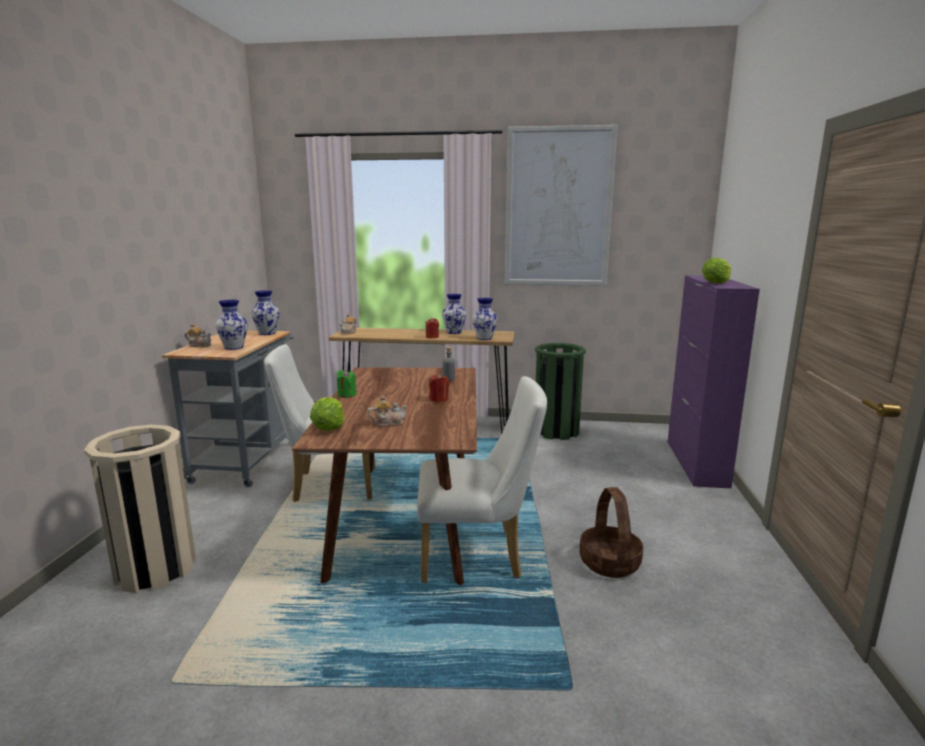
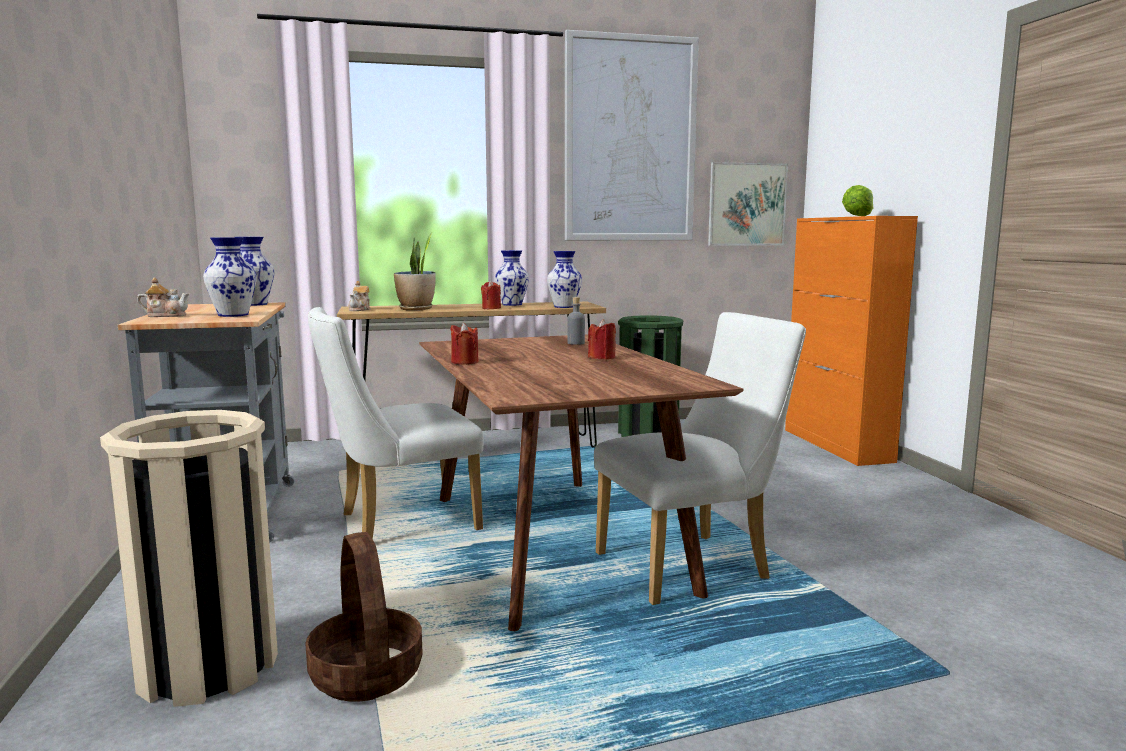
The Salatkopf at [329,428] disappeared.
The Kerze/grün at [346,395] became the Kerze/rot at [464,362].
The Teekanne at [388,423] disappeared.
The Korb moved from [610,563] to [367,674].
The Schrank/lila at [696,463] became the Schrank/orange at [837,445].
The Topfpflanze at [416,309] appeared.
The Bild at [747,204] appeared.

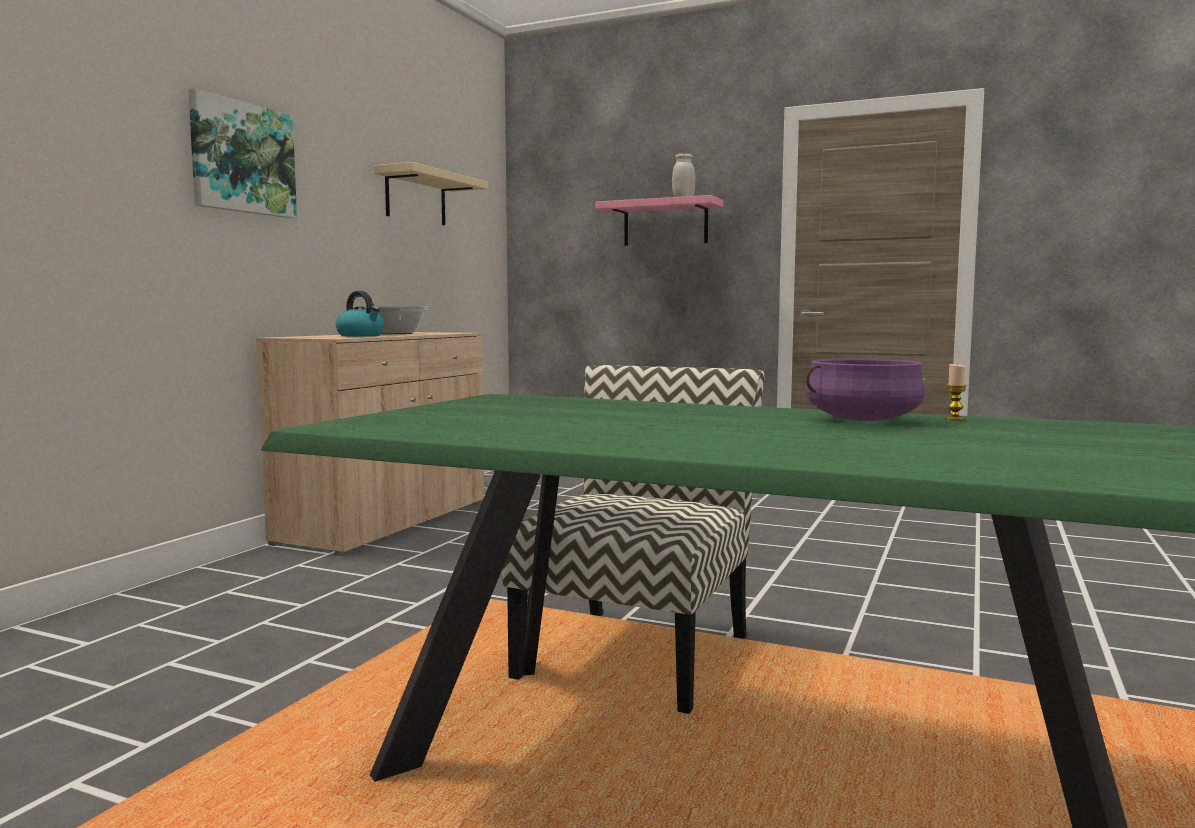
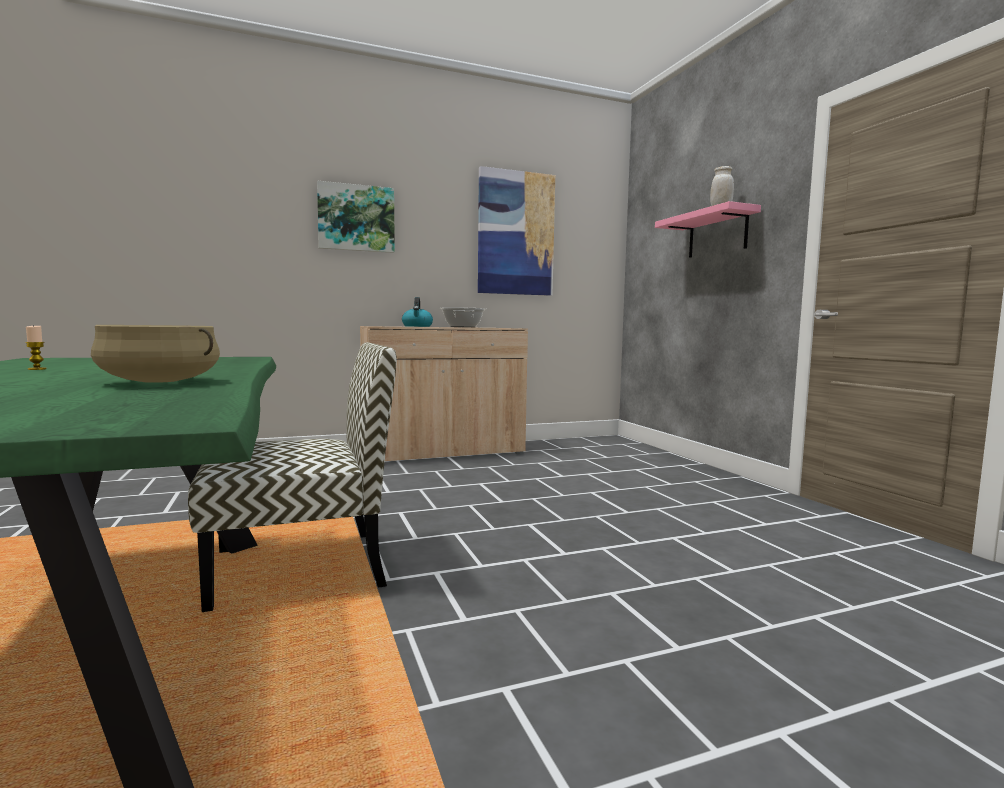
The Wandregal/beige at [416,198] was replaced by the Bild at [515,233].
The Kochtopf/lila at [862,420] became the Kochtopf/beige at [161,382].
The Kerze moved from [954,419] to [37,369].

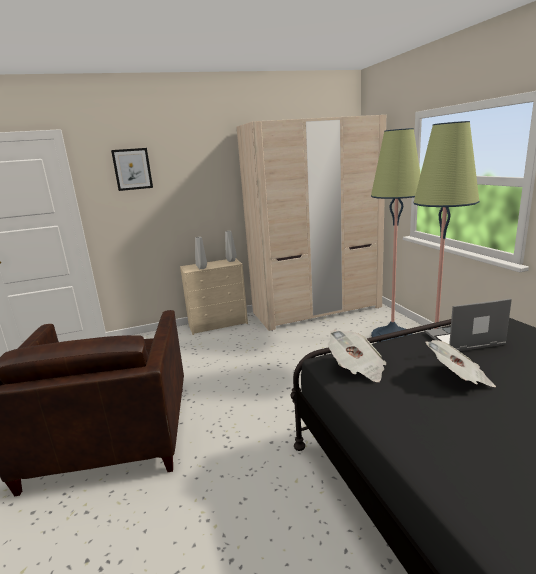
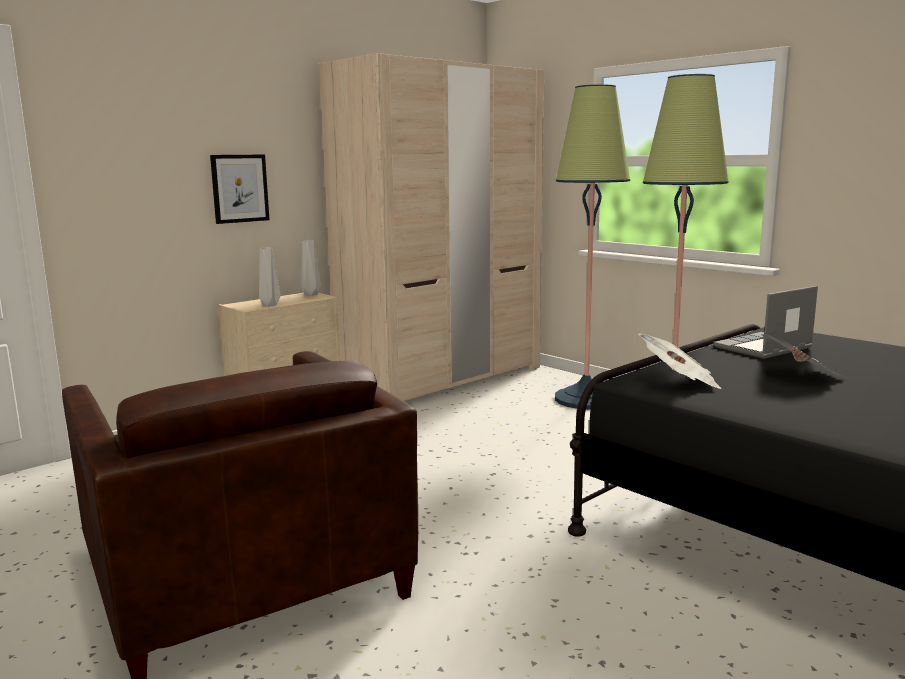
The Bild moved from [132,169] to [240,188].

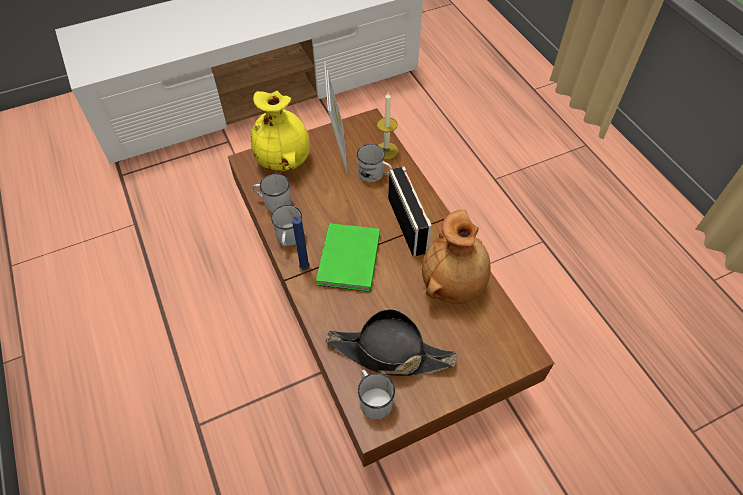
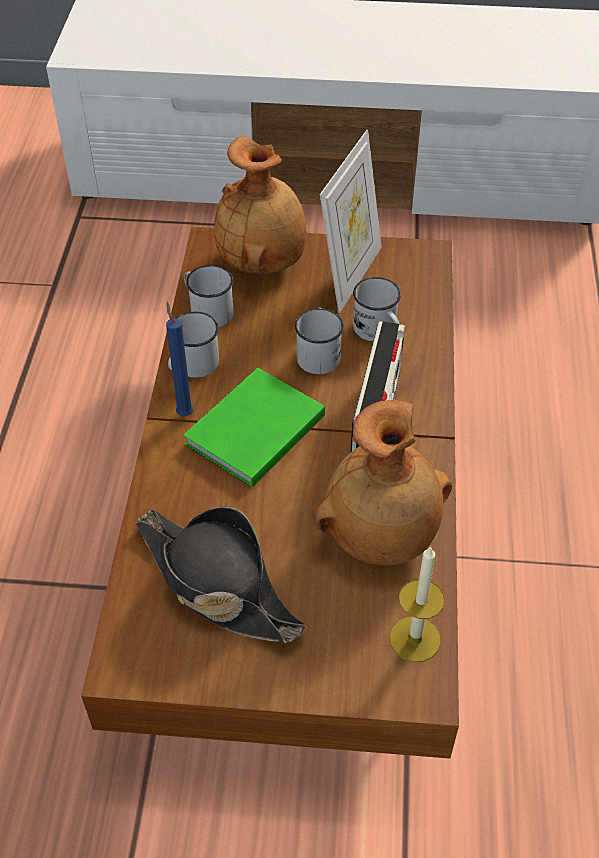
The Vase/gelb at [284,160] became the Vase/braun at [263,261].
The Henkelbecher/weiß moved from [373,398] to [318,353].
The Kerze moved from [386,150] to [414,639].

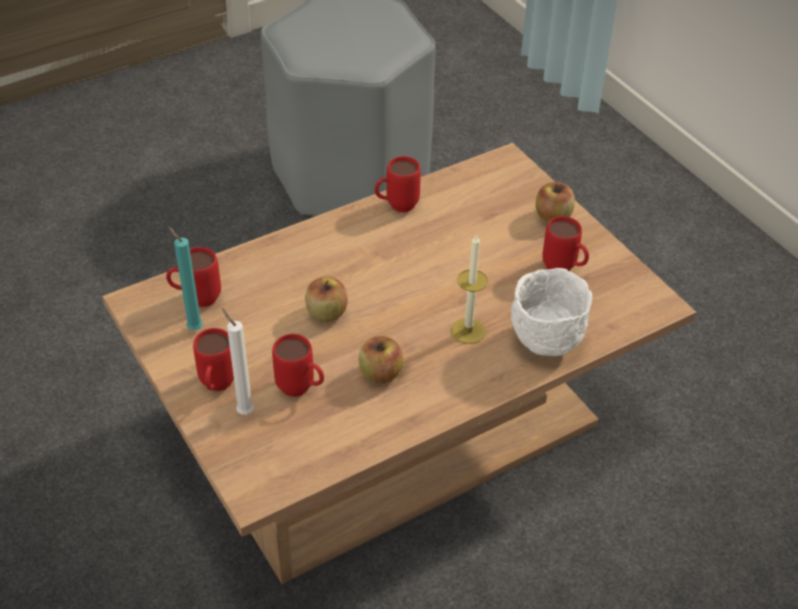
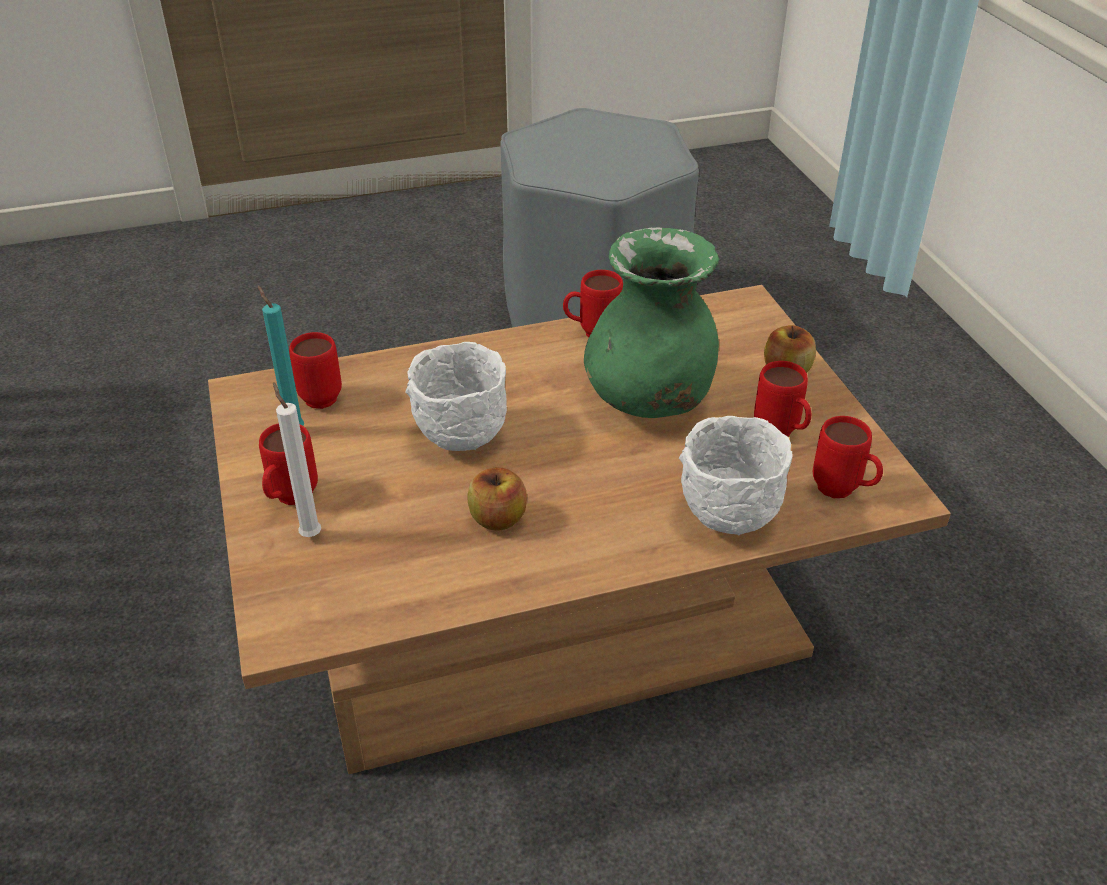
The Henkelbecher/rot moved from [301,390] to [843,492].
The Apfel at [326,313] was replaced by the Schüssel/weiß at [459,438].
The Kerze at [468,331] disappeared.
The Vase/grün at [650,400] appeared.

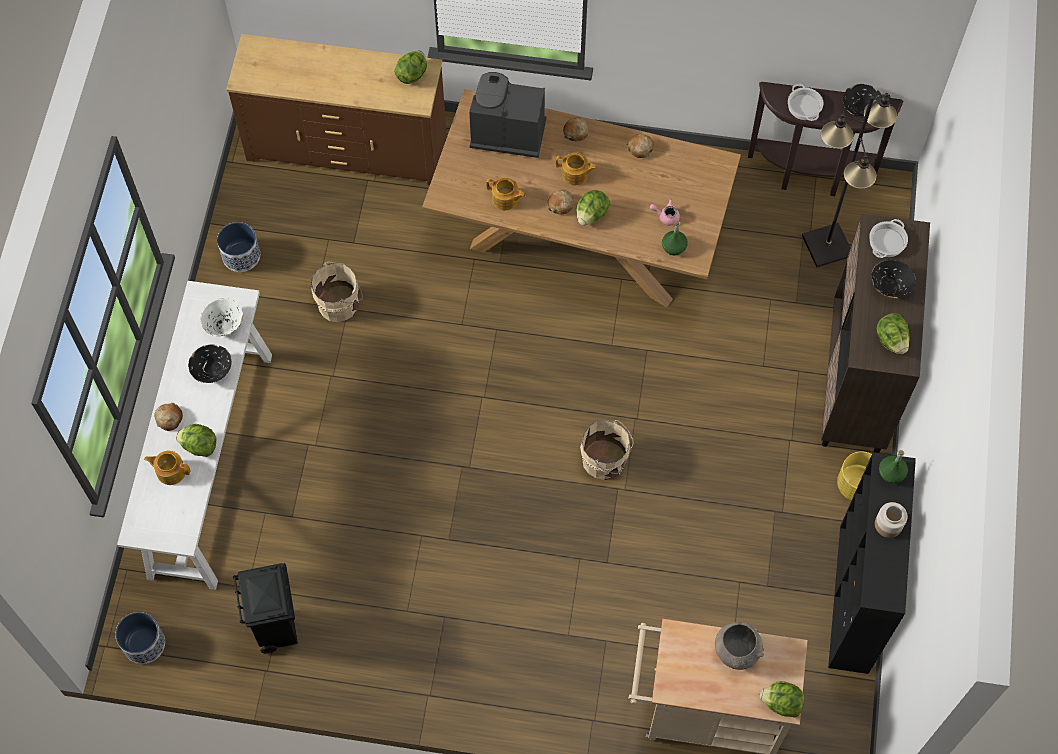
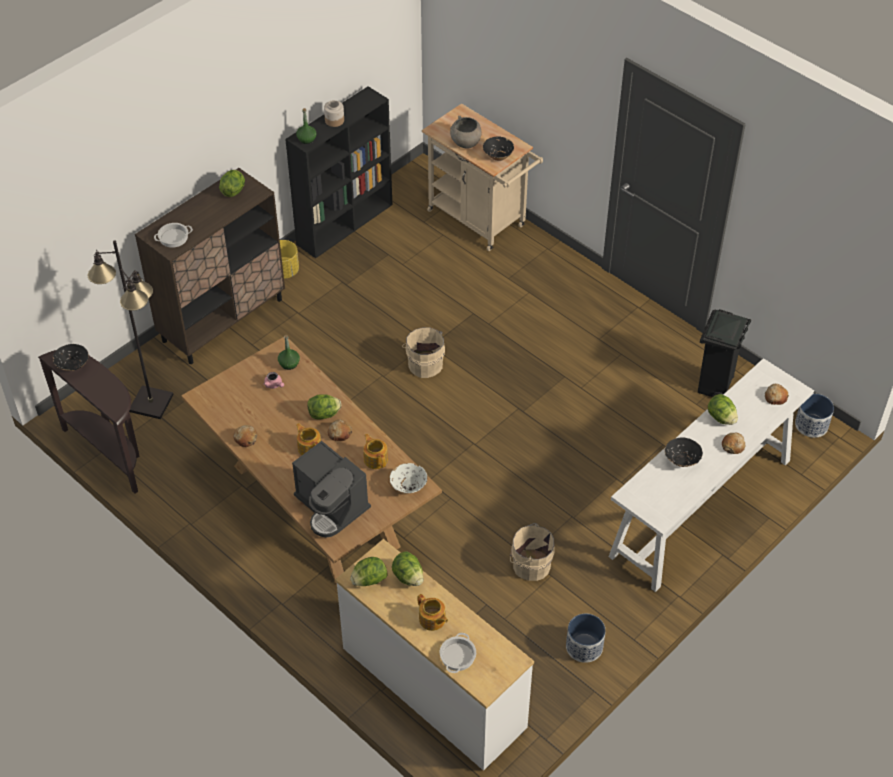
The Teekanne moved from [170,471] to [432,620].
The Schüssel/weiß moved from [224,324] to [409,486].
The Kommode/braun at [347,146] became the Kommode/weiß at [433,688].
The Brot moved from [576,132] to [775,397].
The Salatkopf moved from [781,703] to [408,577].
The Kochtopf moved from [804,106] to [457,656].
The Schüssel/schwarz moved from [890,286] to [498,156].

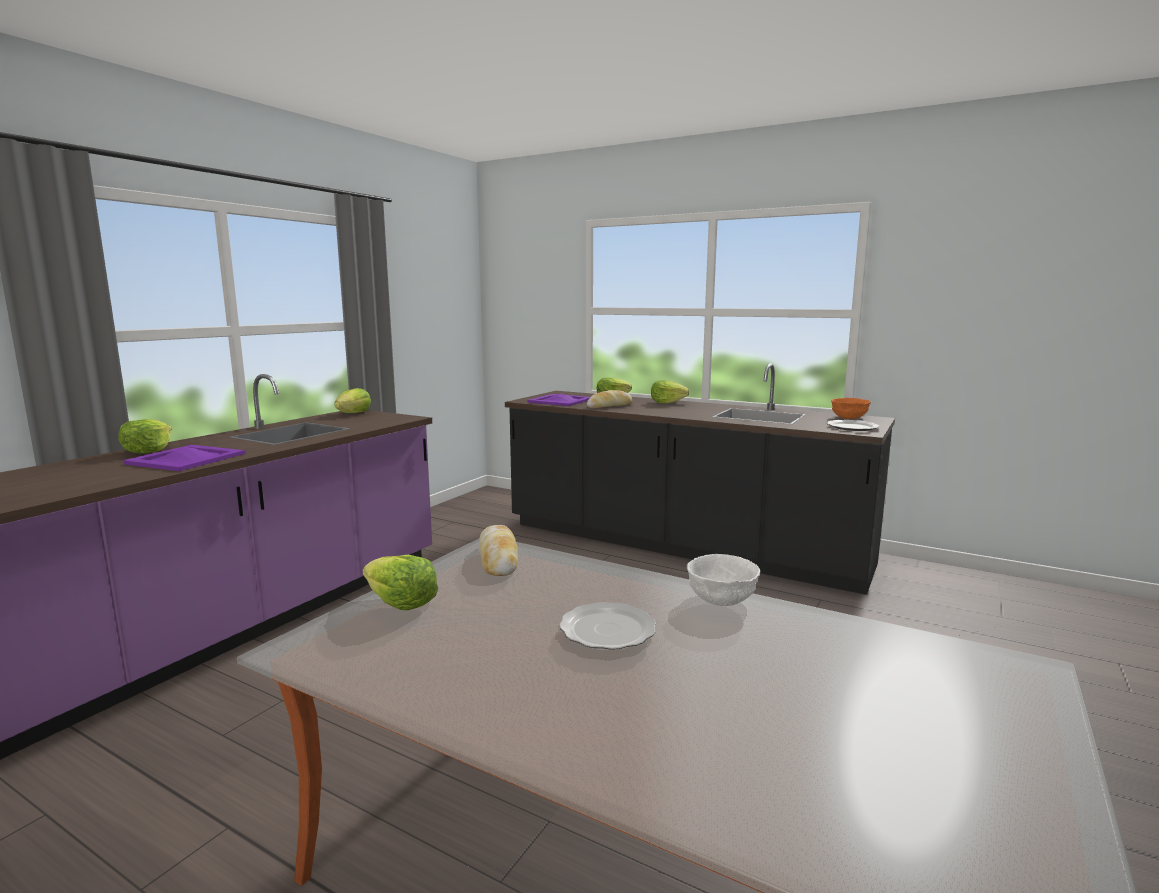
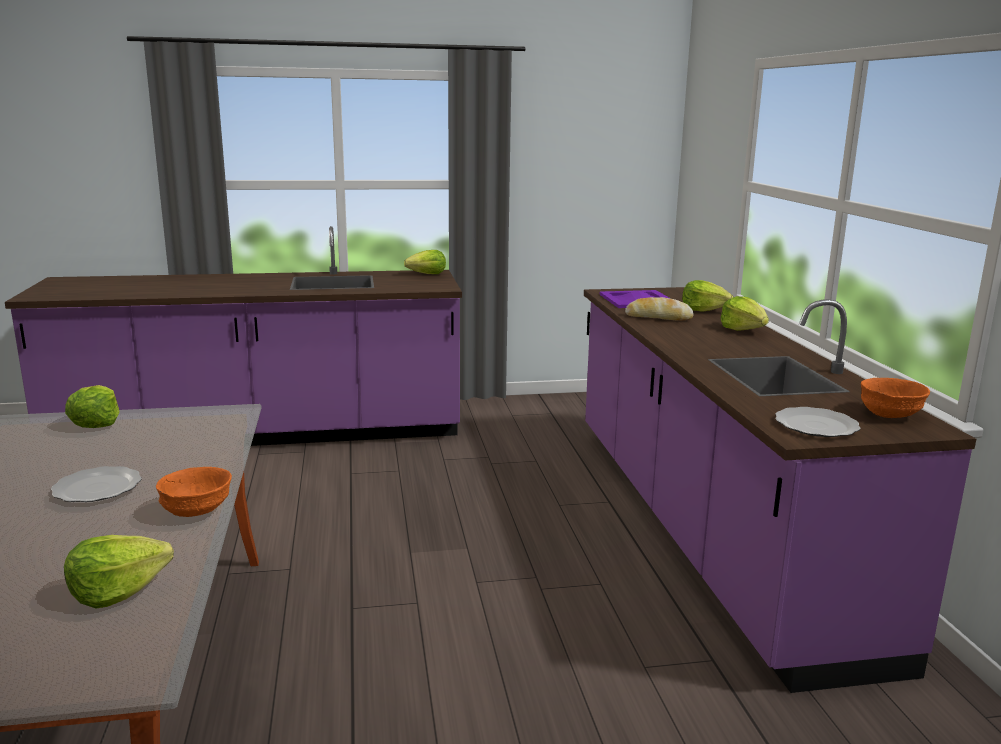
The Salatkopf moved from [148,450] to [117,591].
The Tablett/lila at [185,459] disappeared.
The Brot at [498,559] disappeared.
The Küchenzeile/schwarz at [681,545] became the Küchenzeile/lila at [706,527].
The Schüssel/weiß at [722,599] became the Schüssel/orange at [196,511].

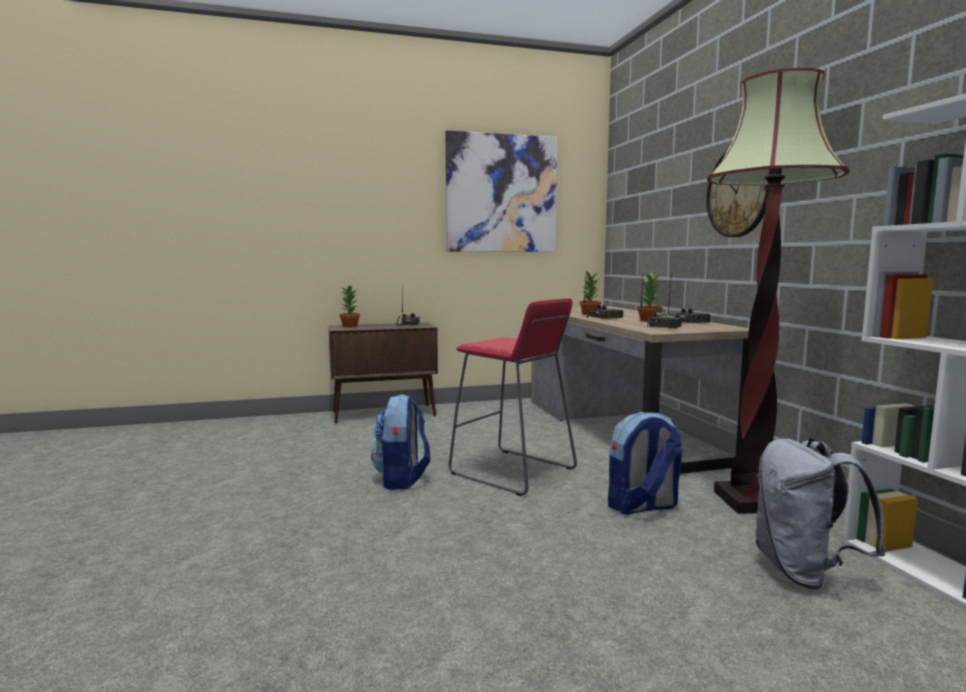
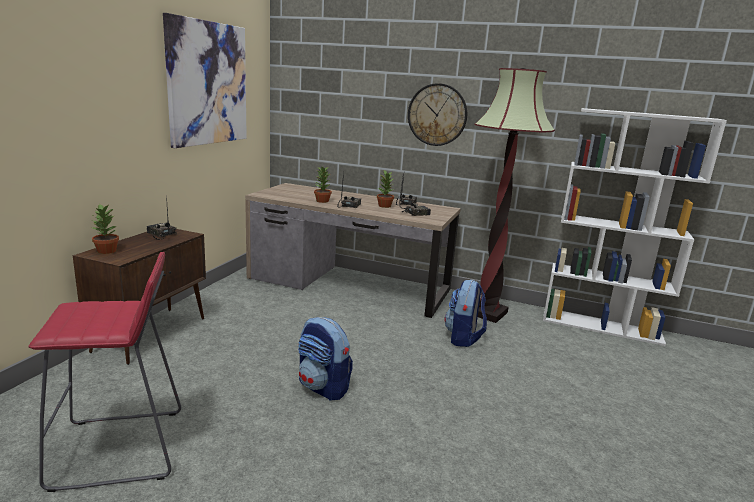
The Hocker/rot moved from [512,472] to [120,449].
The Rucksack/grau at [804,572] disappeared.

